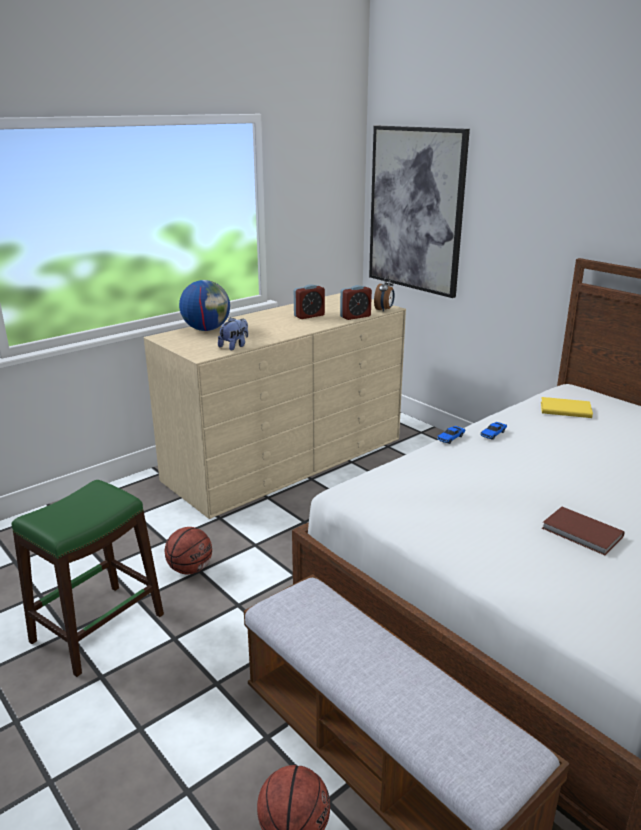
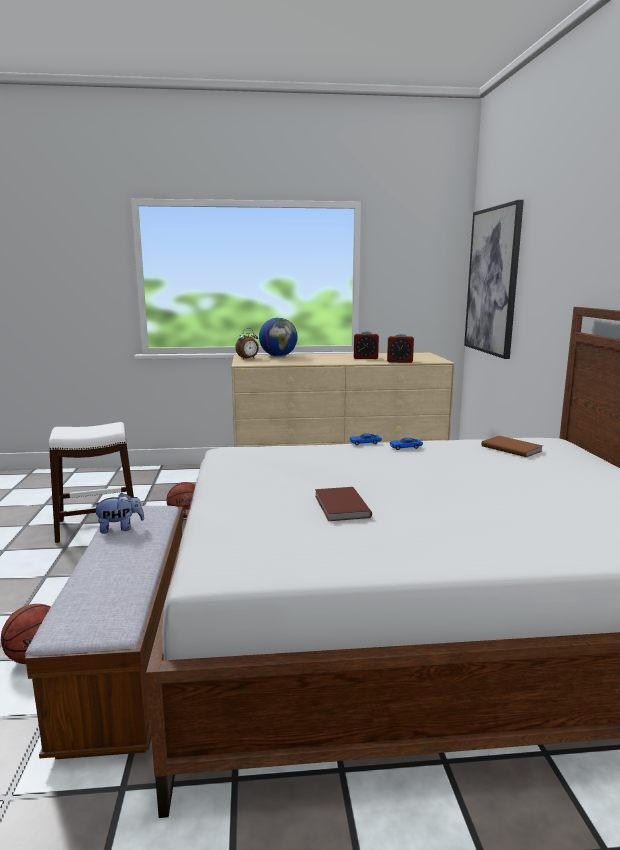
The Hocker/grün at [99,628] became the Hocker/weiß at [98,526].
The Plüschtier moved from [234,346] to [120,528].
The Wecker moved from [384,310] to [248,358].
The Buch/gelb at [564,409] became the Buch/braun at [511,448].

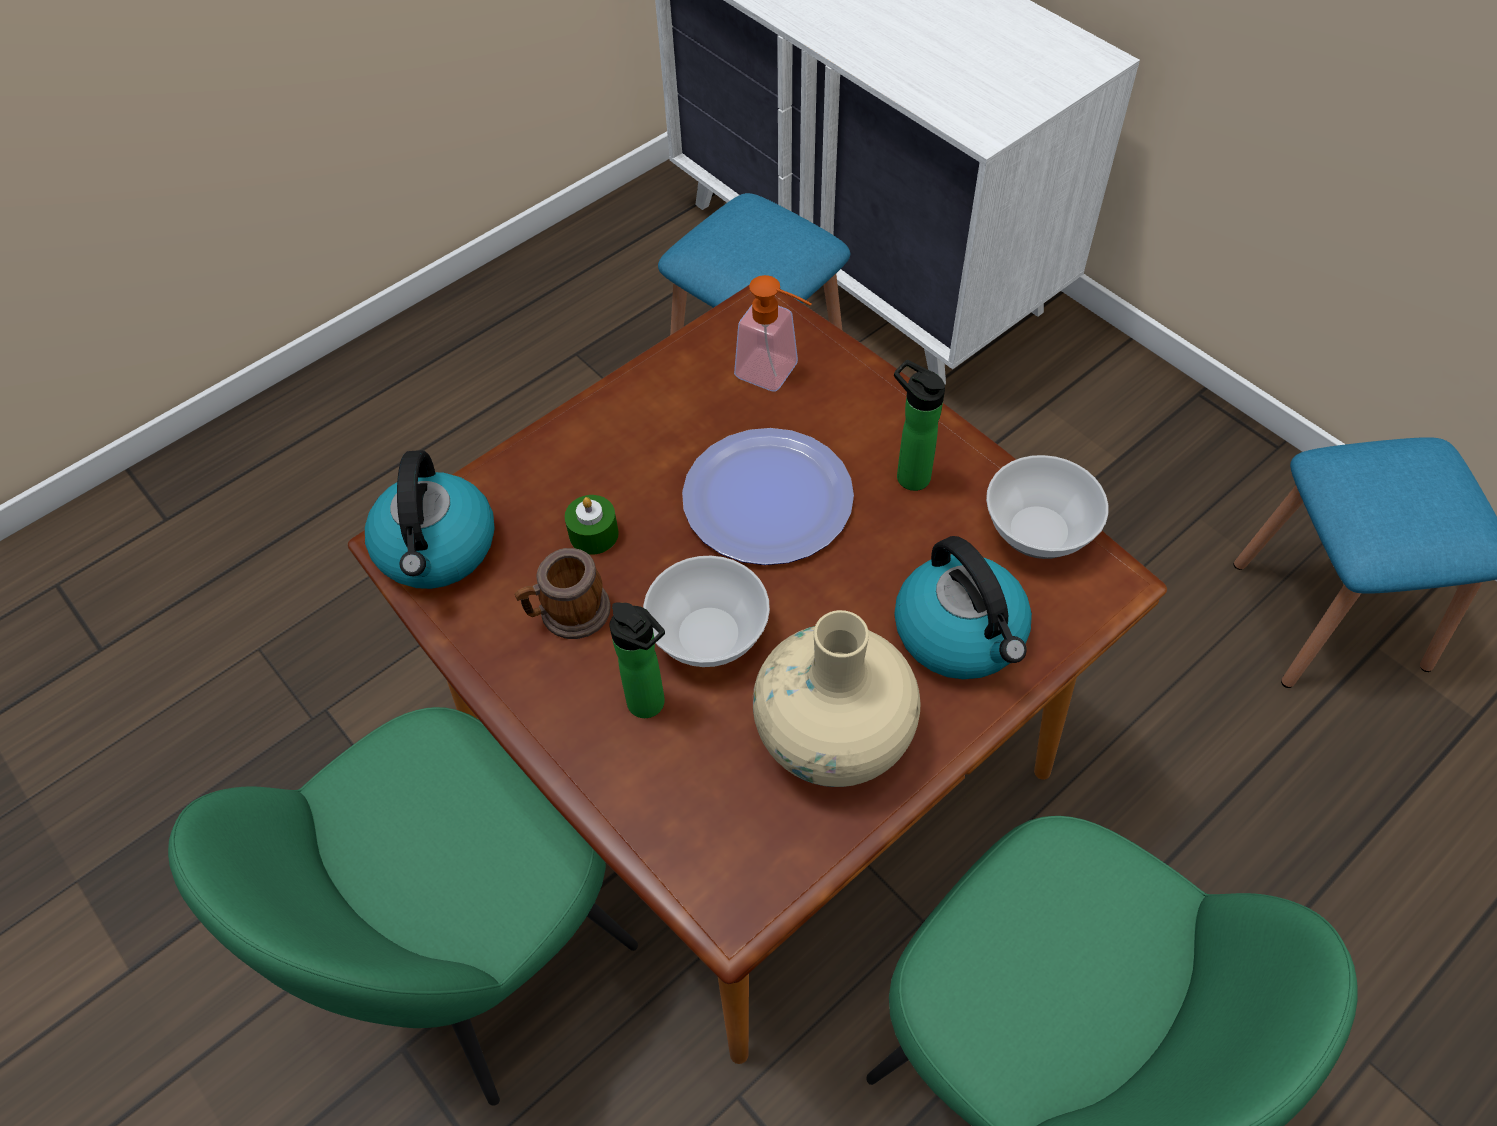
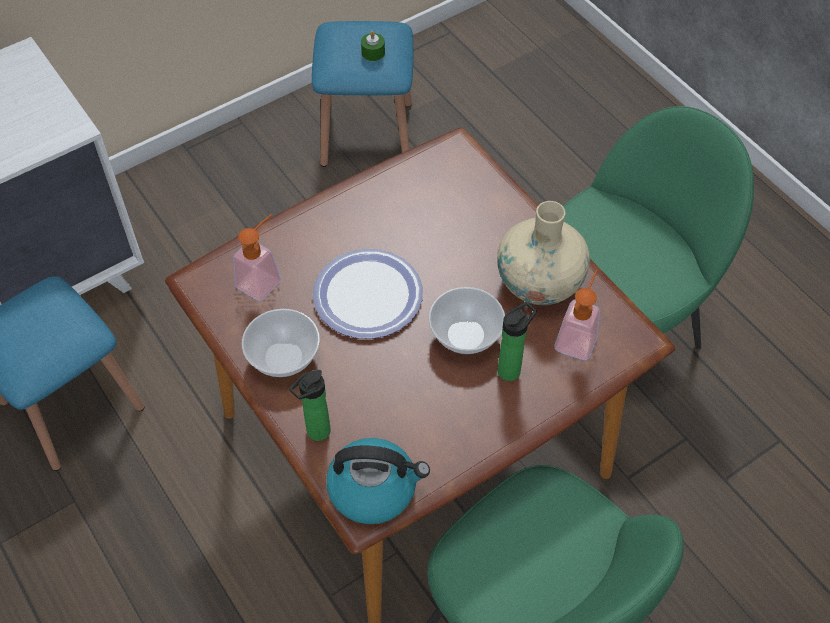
The Henkelbecher at [568,613] disappeared.
The Kerze/grün moved from [593,534] to [373,53].
The Flasche moved from [908,475] to [315,433].
The Wasserkessel at [961,634] disappeared.
The Schüssel moved from [1036,532] to [284,359].
The Seifenspender at [578,337] appeared.

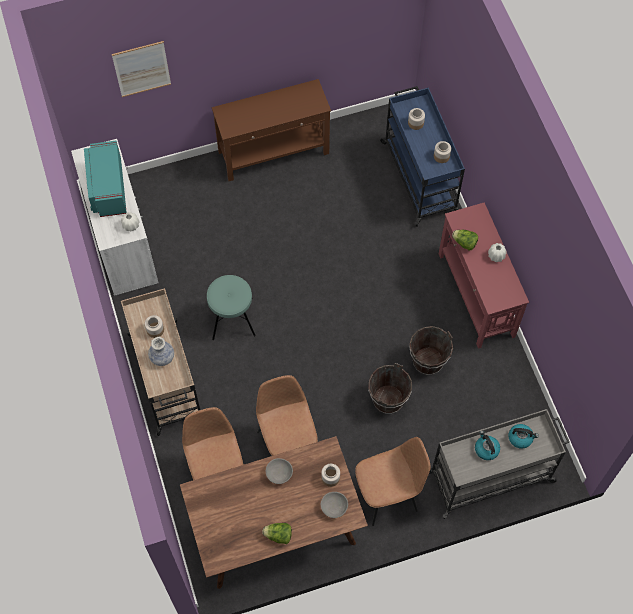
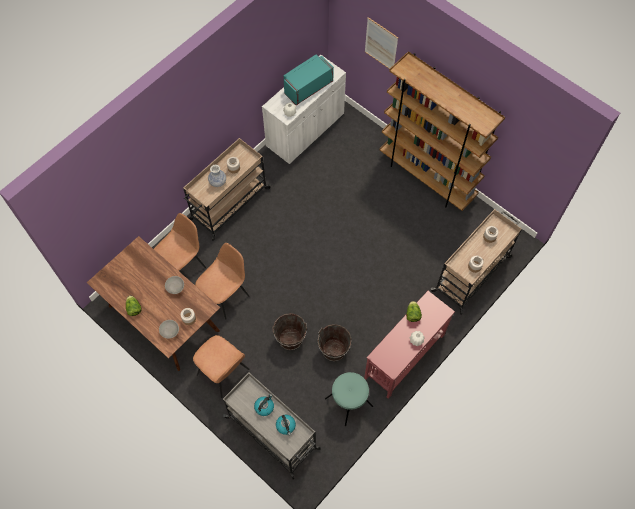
The Hocker/türkis moved from [232,318] to [349,402].
The Konsolentisch/braun at [274,152] was replaced by the Bücherregal/braun at [427,177].
The Rollwagen/blau at [419,176] became the Rollwagen/beige at [472,273].

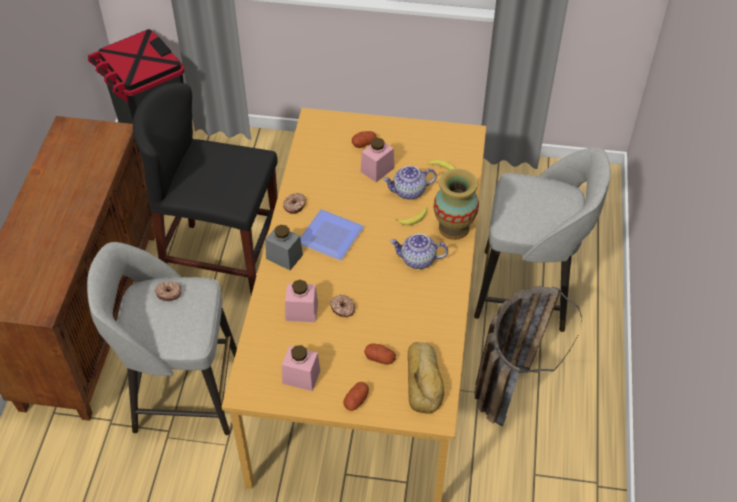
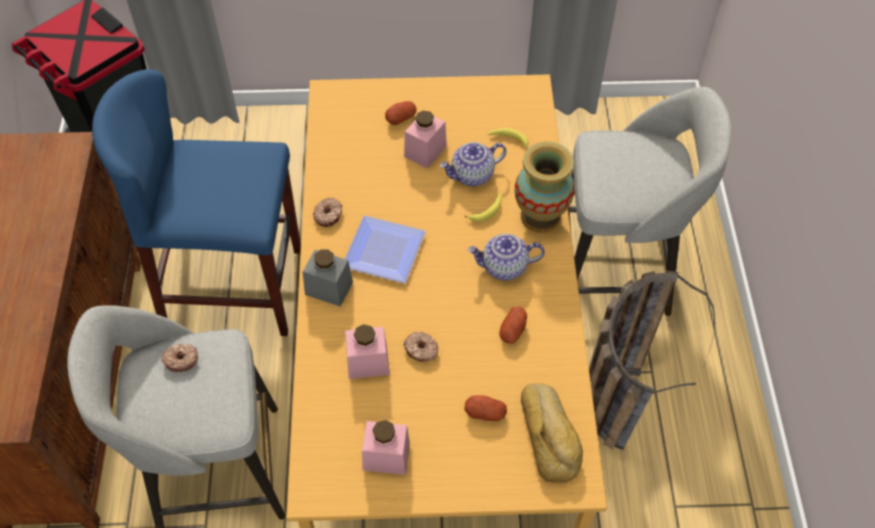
The Hocker/schwarz at [223,263] became the Hocker/blau at [234,288].
The Kartoffel moved from [356,400] to [512,330].

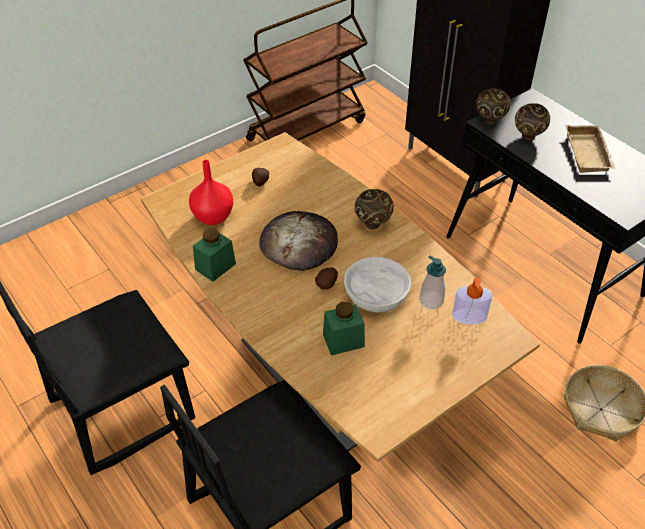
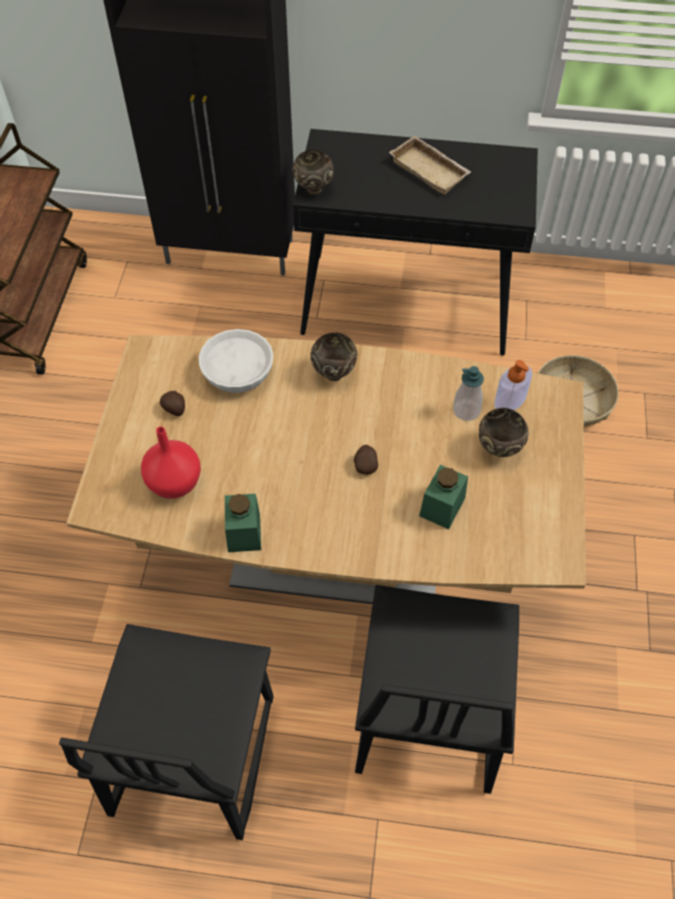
The Brot at [299,243] disappeared.
The Schüssel/weiß moved from [377,295] to [239,372].
The Schüssel/braun moved from [528,137] to [499,450].

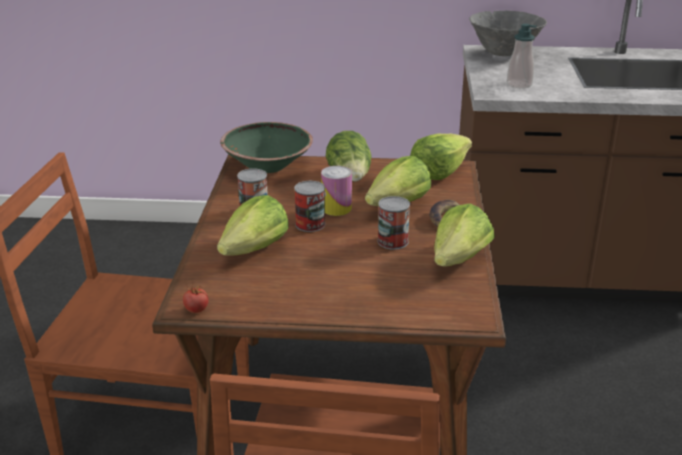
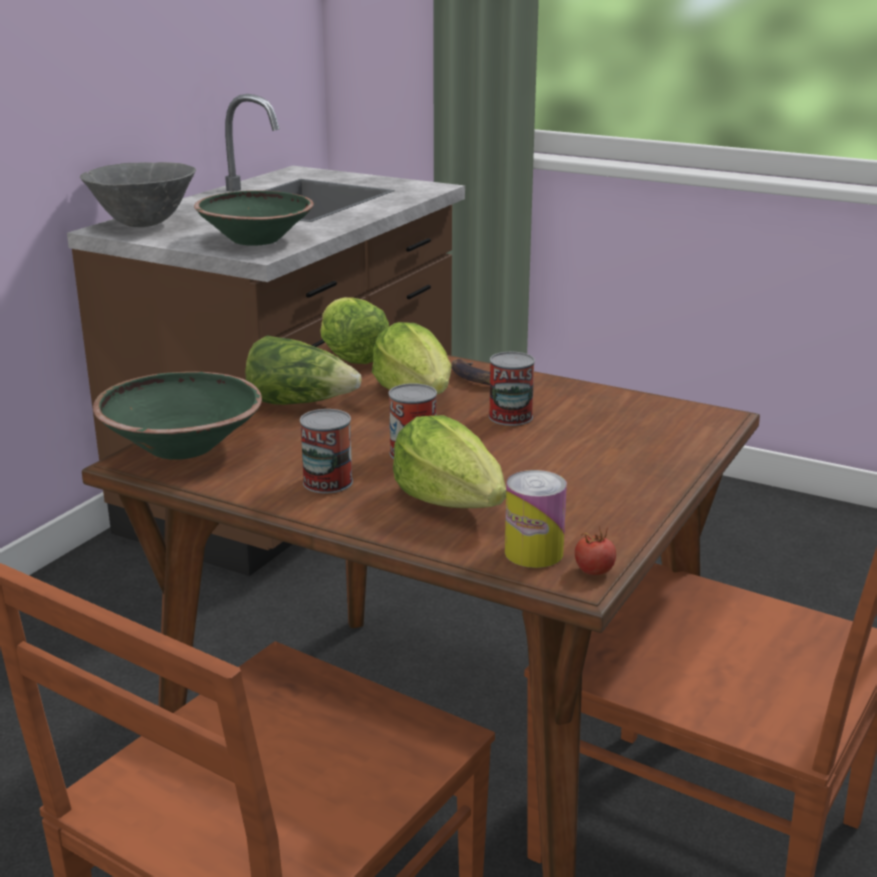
The Dose moved from [336,208] to [534,553].
The Salatkopf at [459,259] disappeared.
The Seifenspender at [519,84] was replaced by the Schüssel/grün at [256,239].

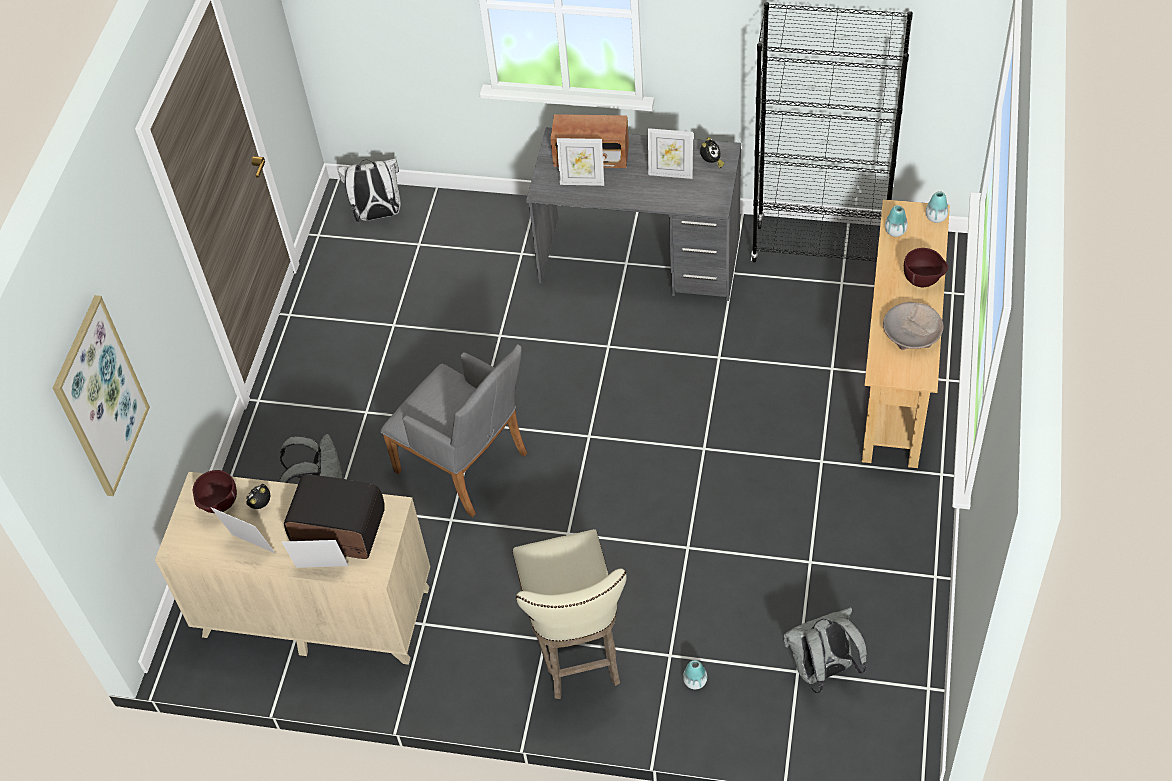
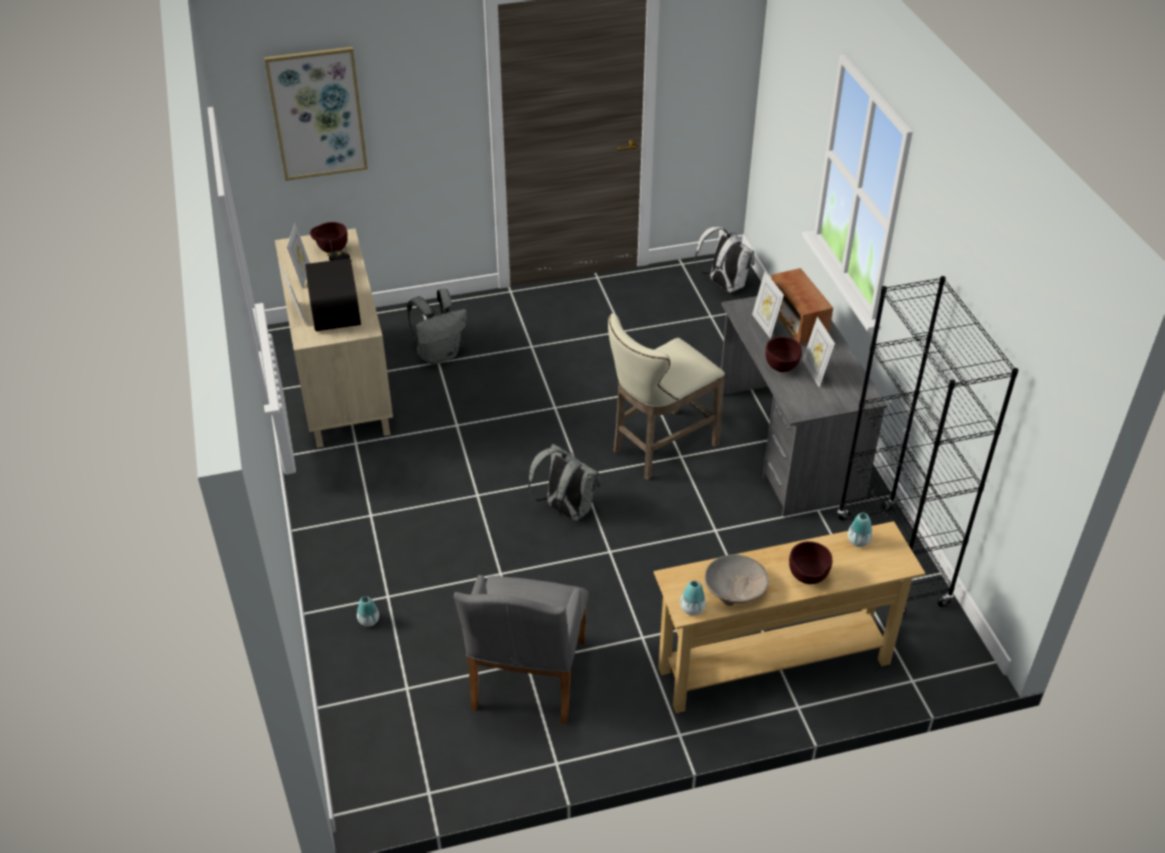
The Sessel/grau moved from [467,466] to [526,681].
The Hocker/beige moved from [576,650] to [659,448].
The Wecker at [711,162] disappeared.
The Rucksack/grau moved from [822,671] to [565,510].
The Vase moved from [936,217] to [692,608].
The Schüssel/braun at [781,369] appeared.

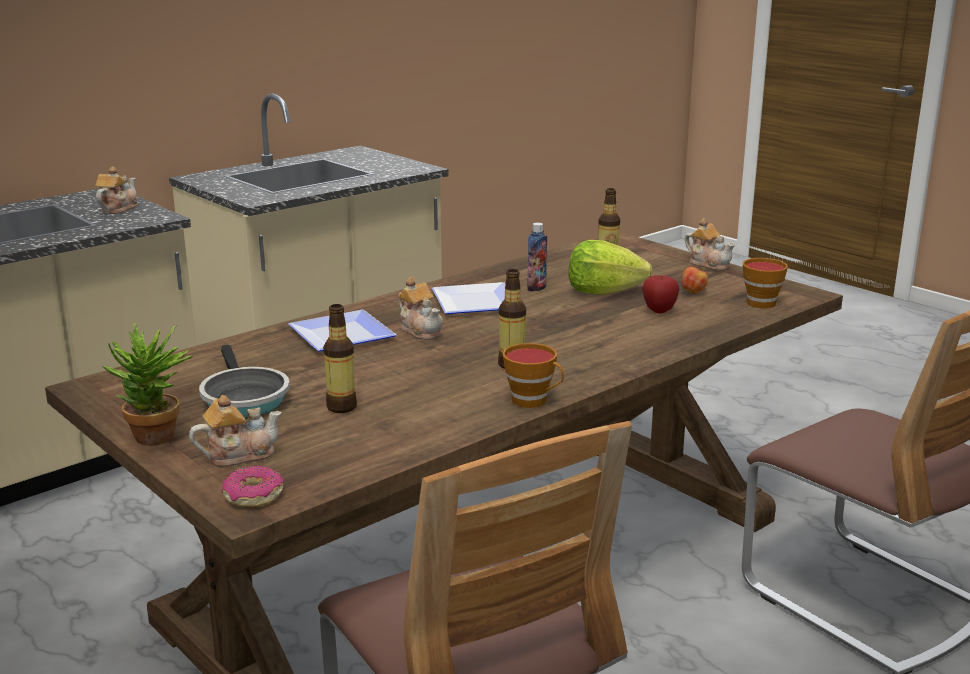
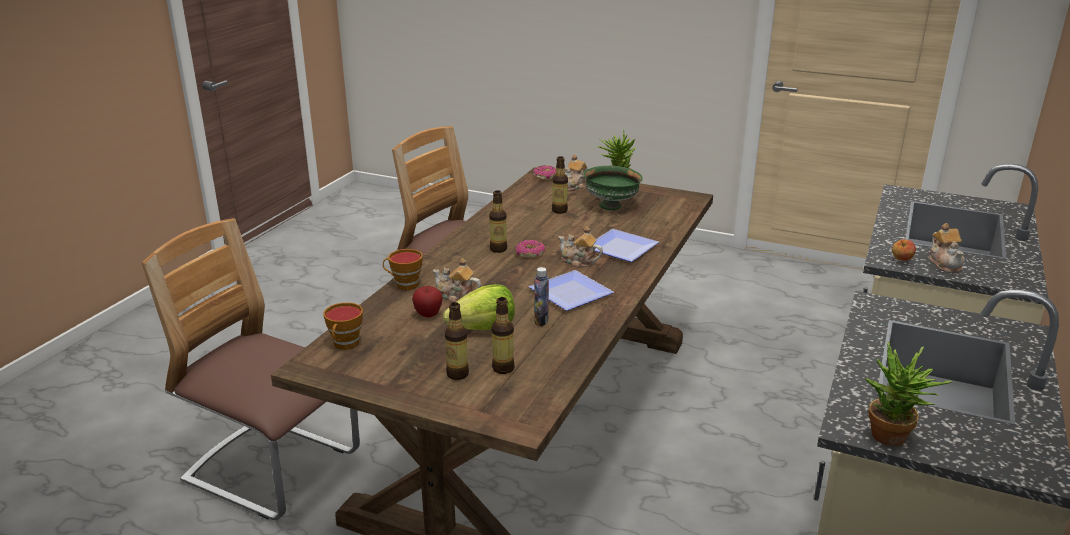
The Pfanne at [243,399] was replaced by the Schüssel/grün at [611,205].
The Tasse moved from [533,401] to [404,285].
The Apfel moved from [693,292] to [901,260].
The Teekanne moved from [709,264] to [456,296].
The Flasche at [457,374] appeared.
The Donut at [530,254] appeared.
The Topfpflanze at [893,440] appeared.

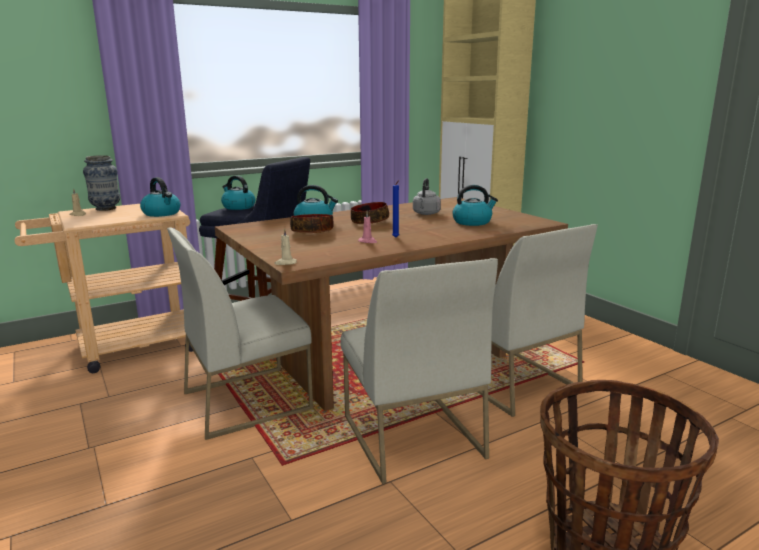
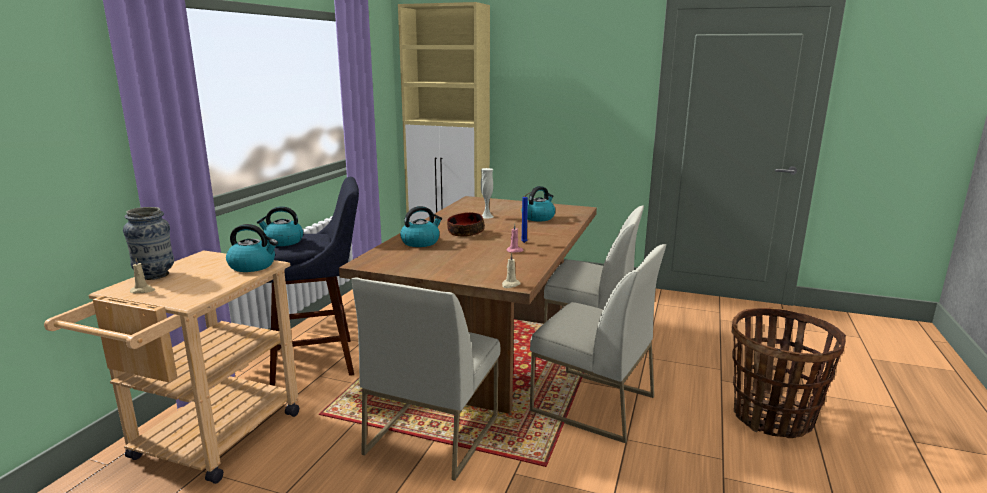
The Schüssel at [312,232] disappeared.
The Wasserkessel/grau at [426,213] was replaced by the Vase/weiß at [486,216].

